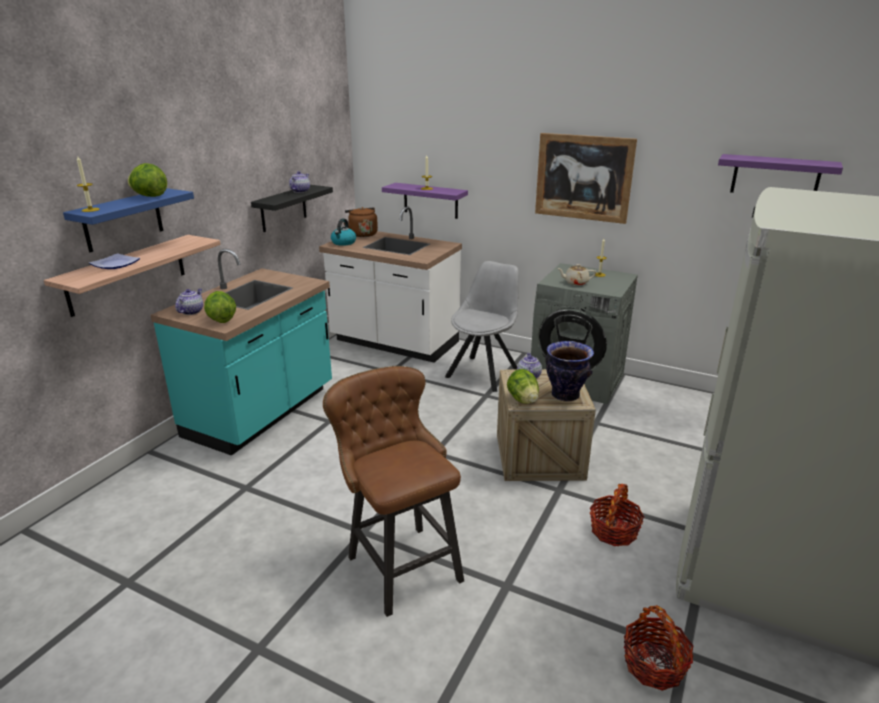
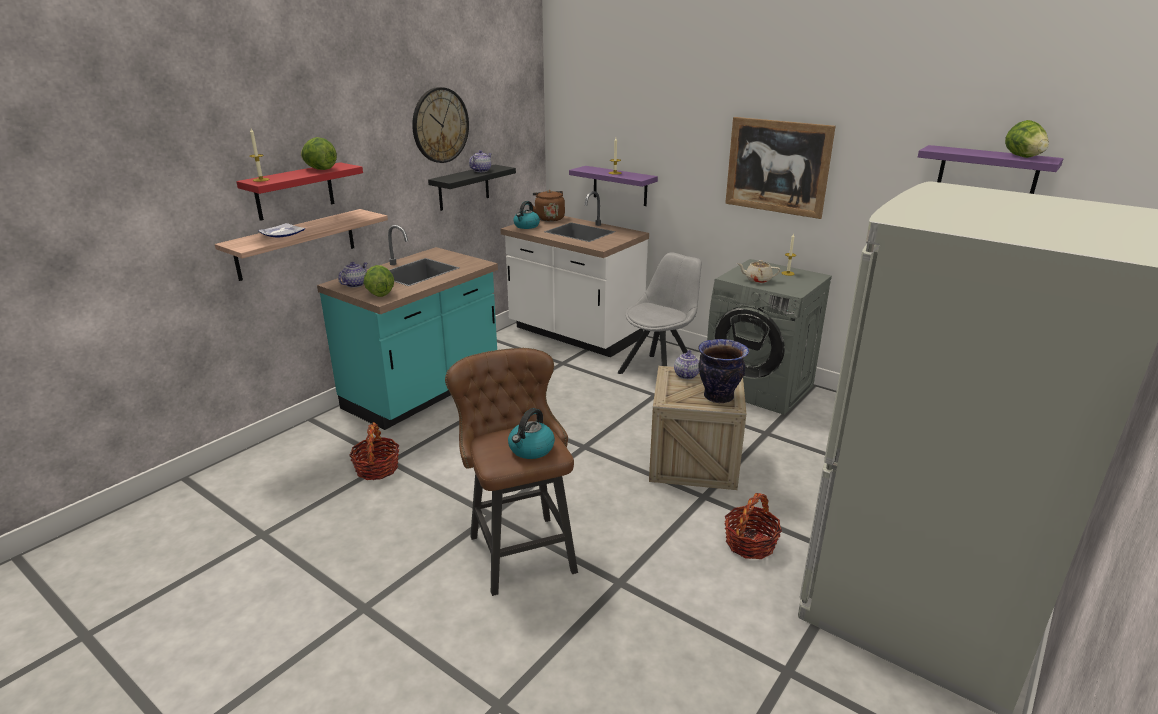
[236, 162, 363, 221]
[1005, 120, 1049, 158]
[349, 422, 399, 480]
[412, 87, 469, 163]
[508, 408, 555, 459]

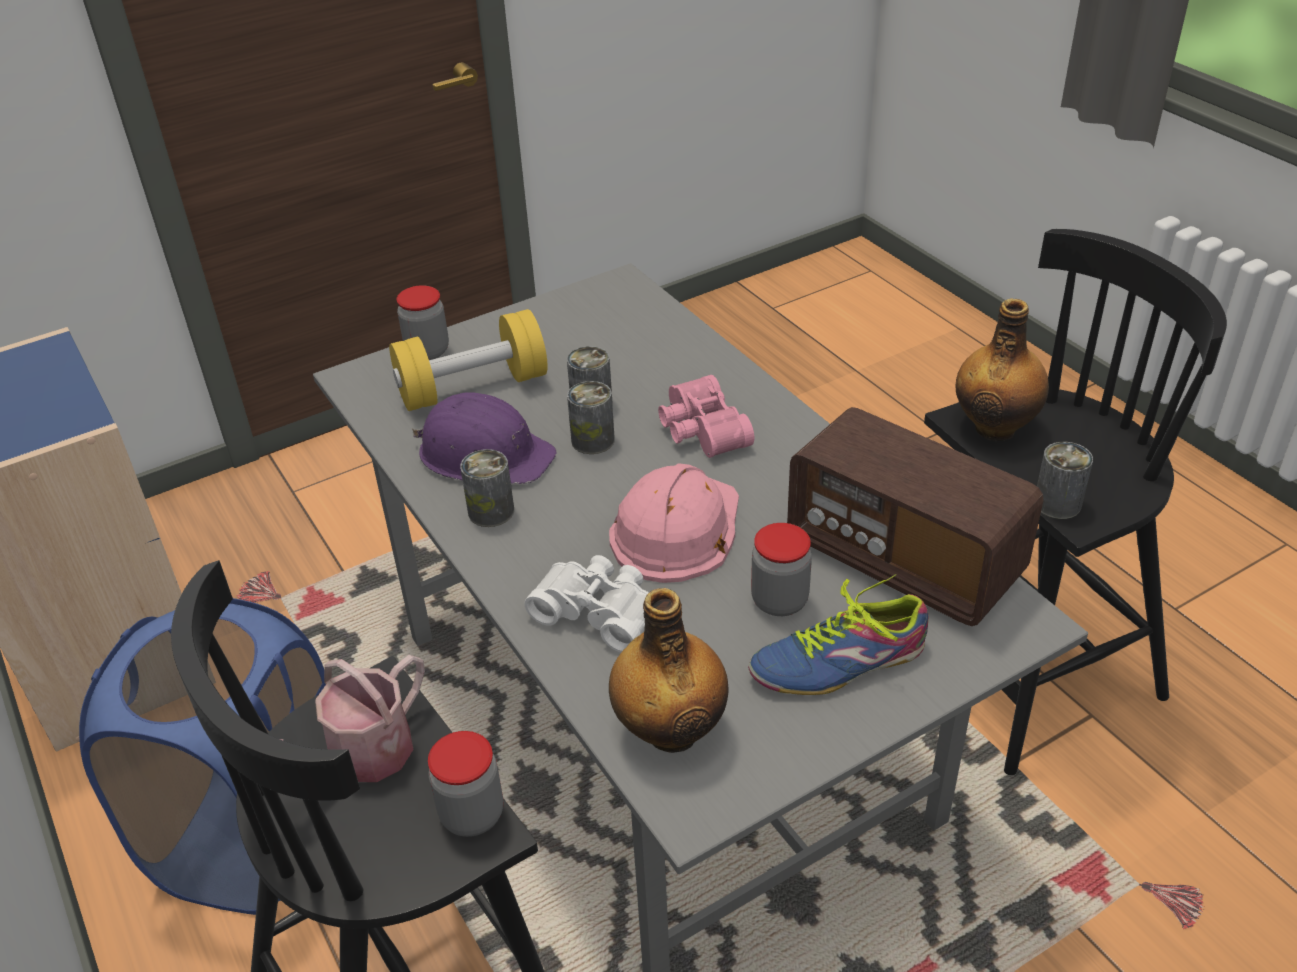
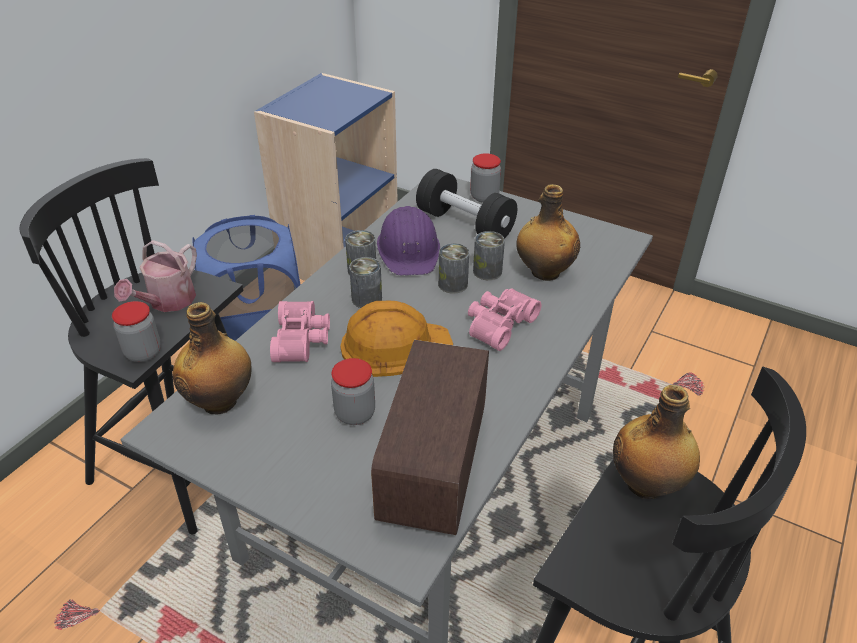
[114, 240, 197, 312]
[416, 169, 517, 239]
[270, 301, 330, 362]
[340, 301, 453, 377]
[748, 574, 928, 695] (first image)
[349, 257, 382, 308]
[516, 184, 580, 281]

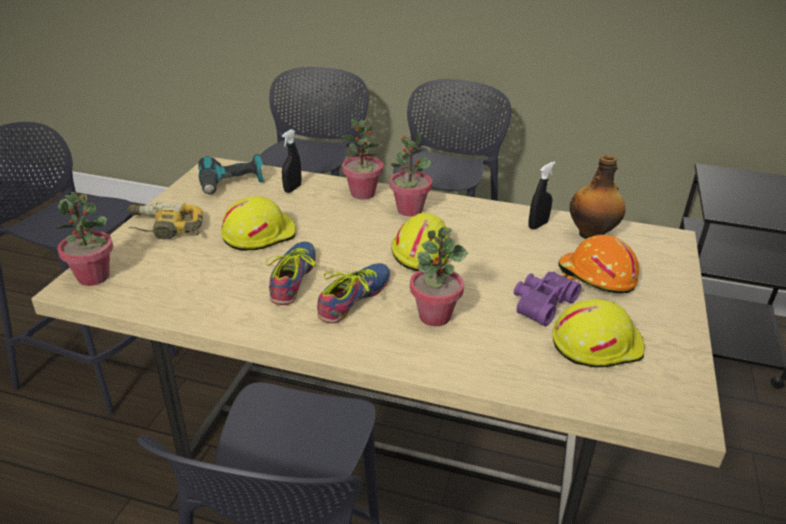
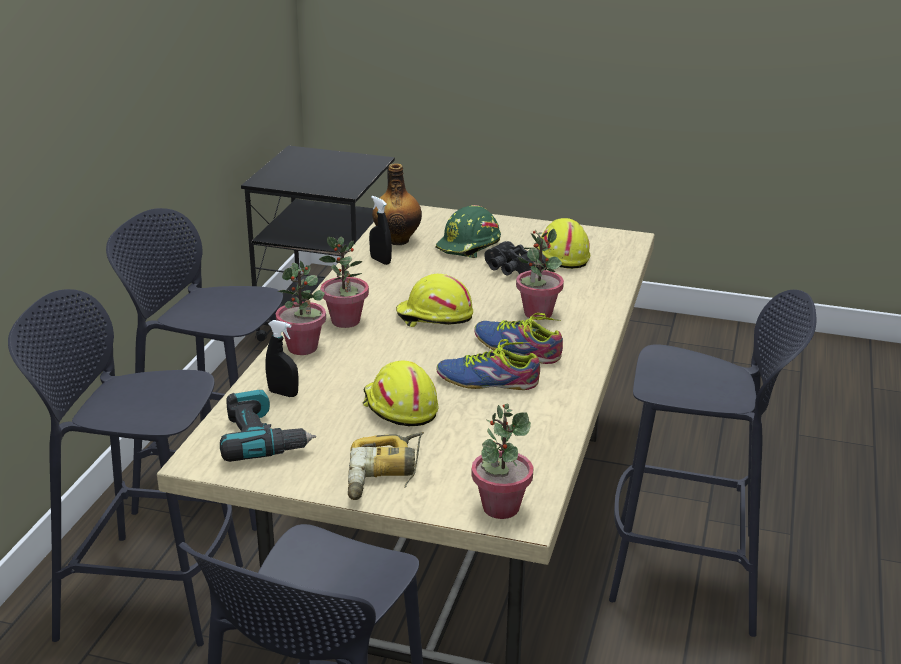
[484, 241, 546, 275]
[435, 205, 501, 258]

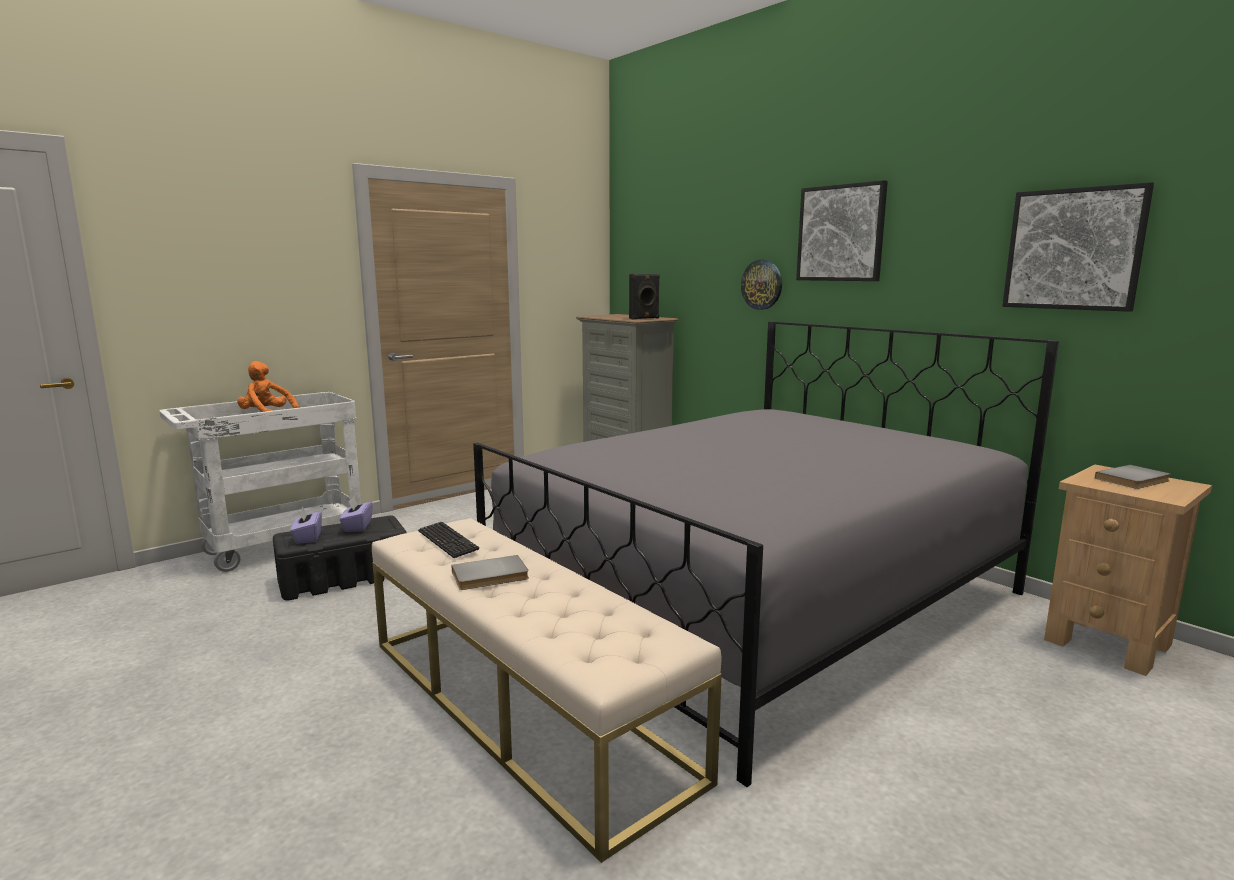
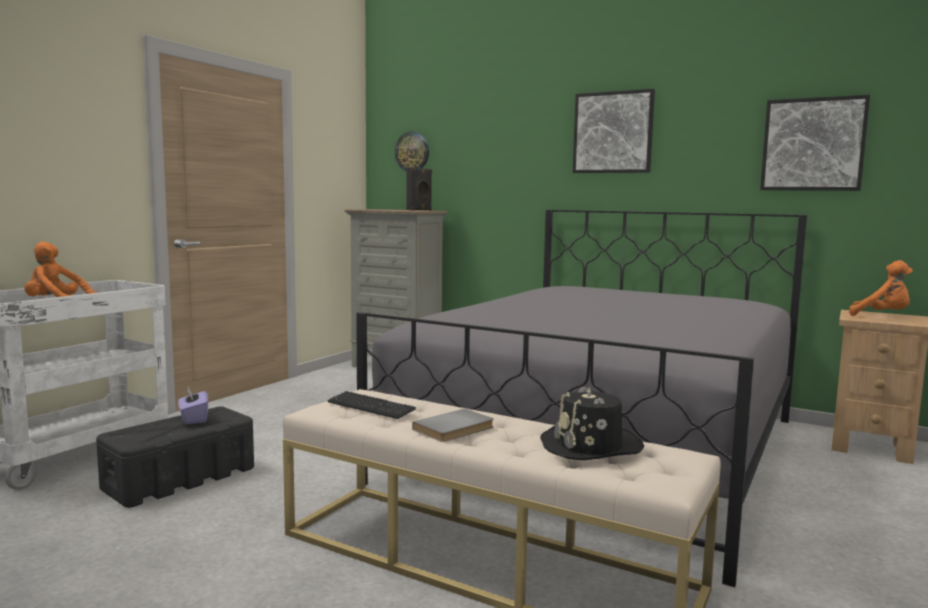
[290, 507, 322, 544] (first image)
[395, 131, 429, 171]
[849, 260, 913, 316]
[540, 386, 644, 460]

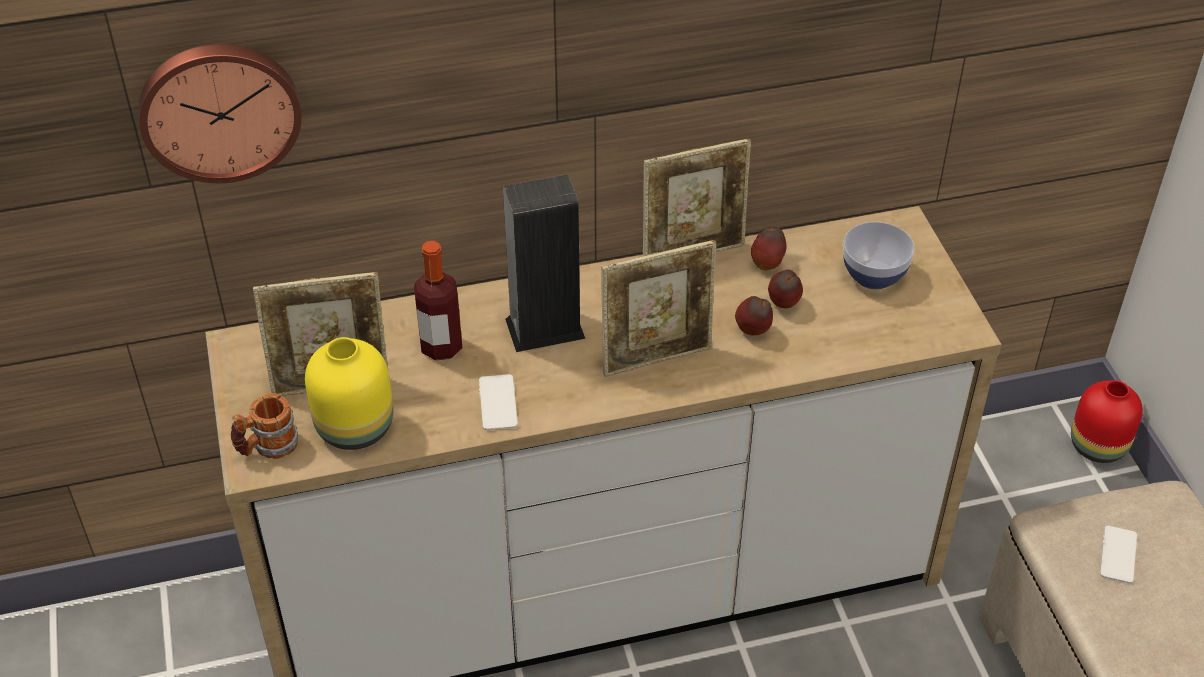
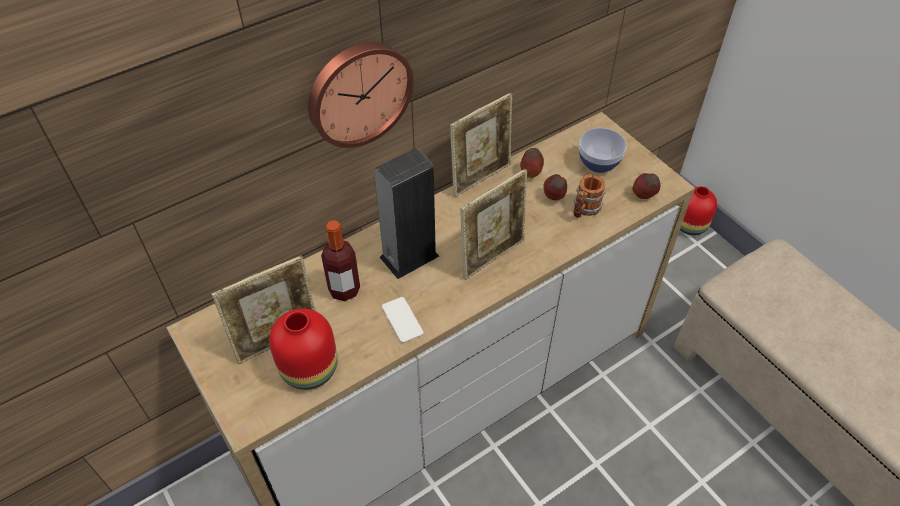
[308, 42, 414, 148]
[573, 174, 606, 218]
[269, 308, 338, 390]
[632, 173, 660, 199]
[1100, 526, 1137, 583] (first image)

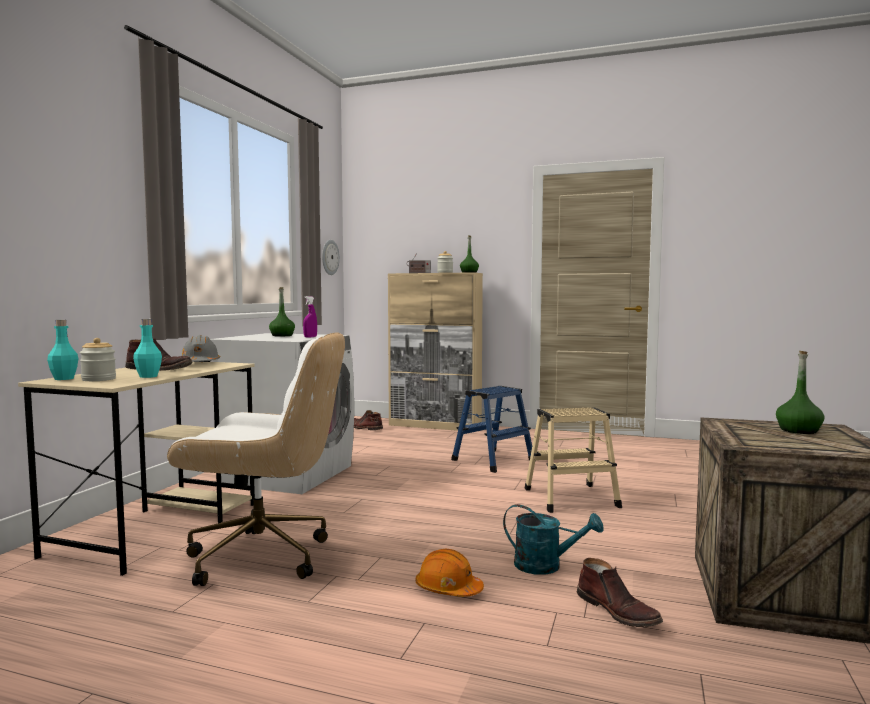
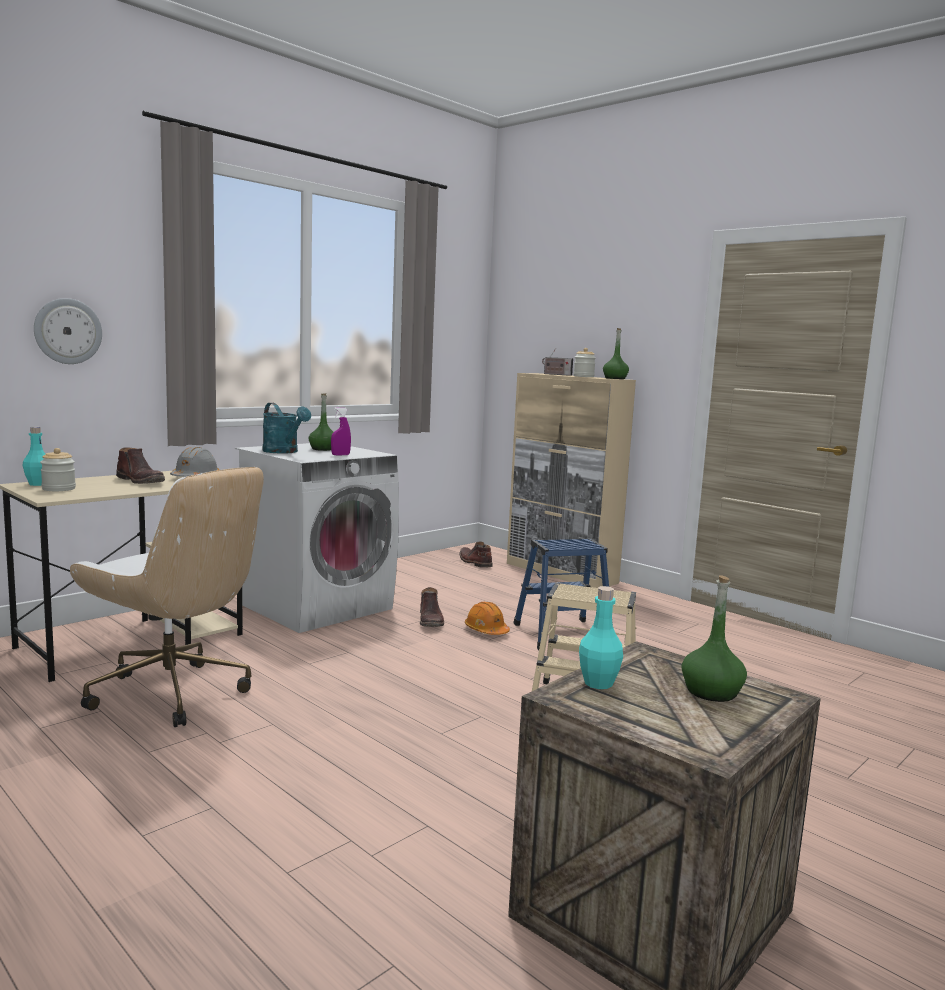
[579, 586, 623, 689]
[34, 298, 102, 364]
[465, 602, 510, 635]
[262, 403, 311, 453]
[420, 587, 444, 627]

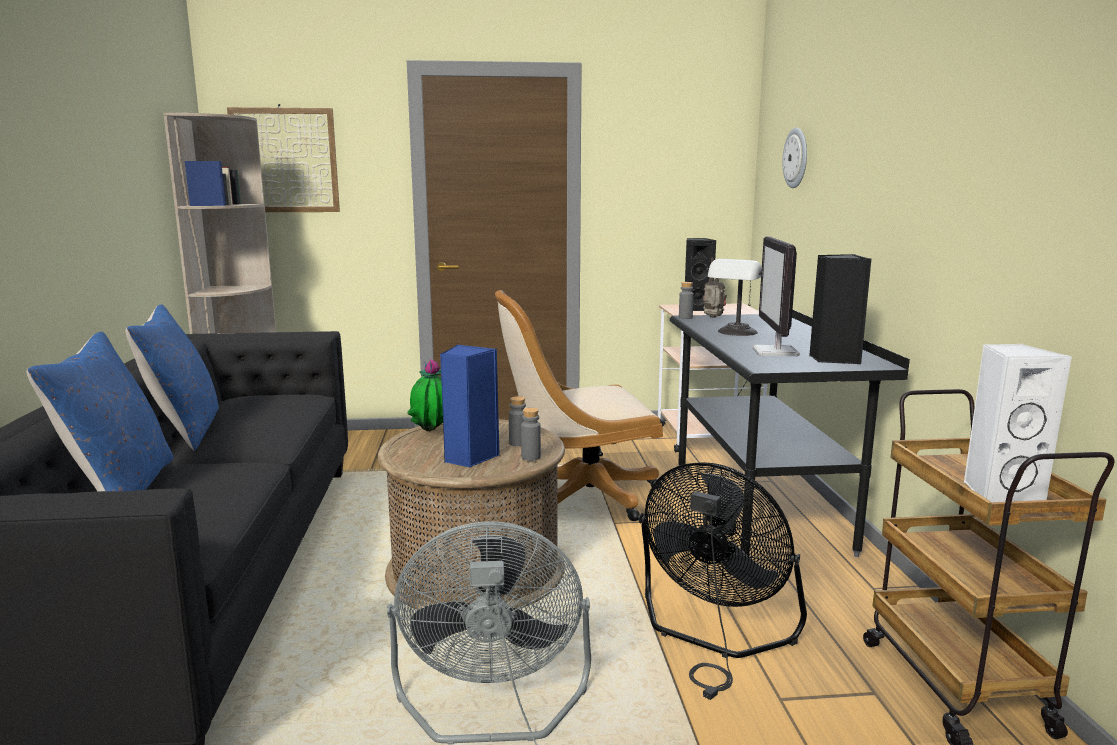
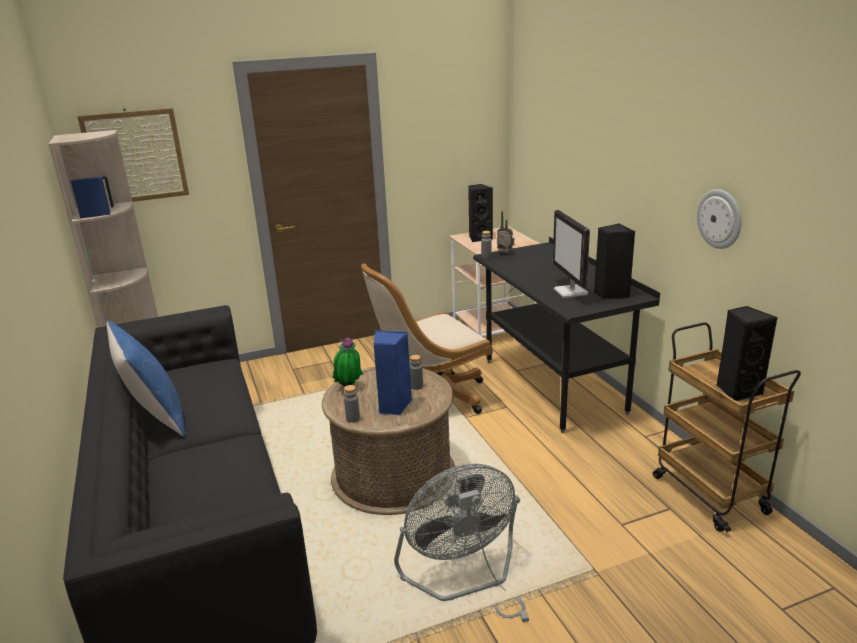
[26, 332, 173, 491] (first image)
[344, 385, 360, 423]
[638, 462, 807, 700] (first image)
[706, 259, 762, 336] (first image)
[697, 189, 741, 249]
[717, 306, 778, 401]

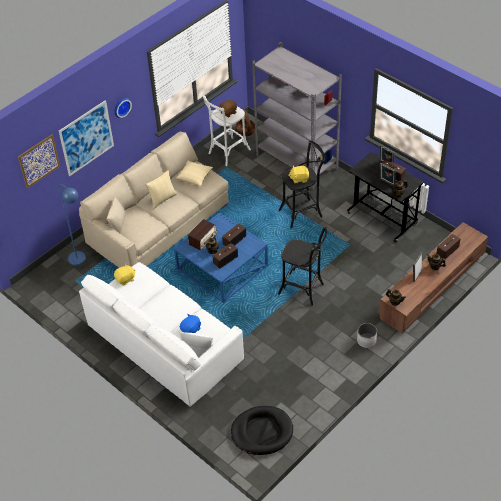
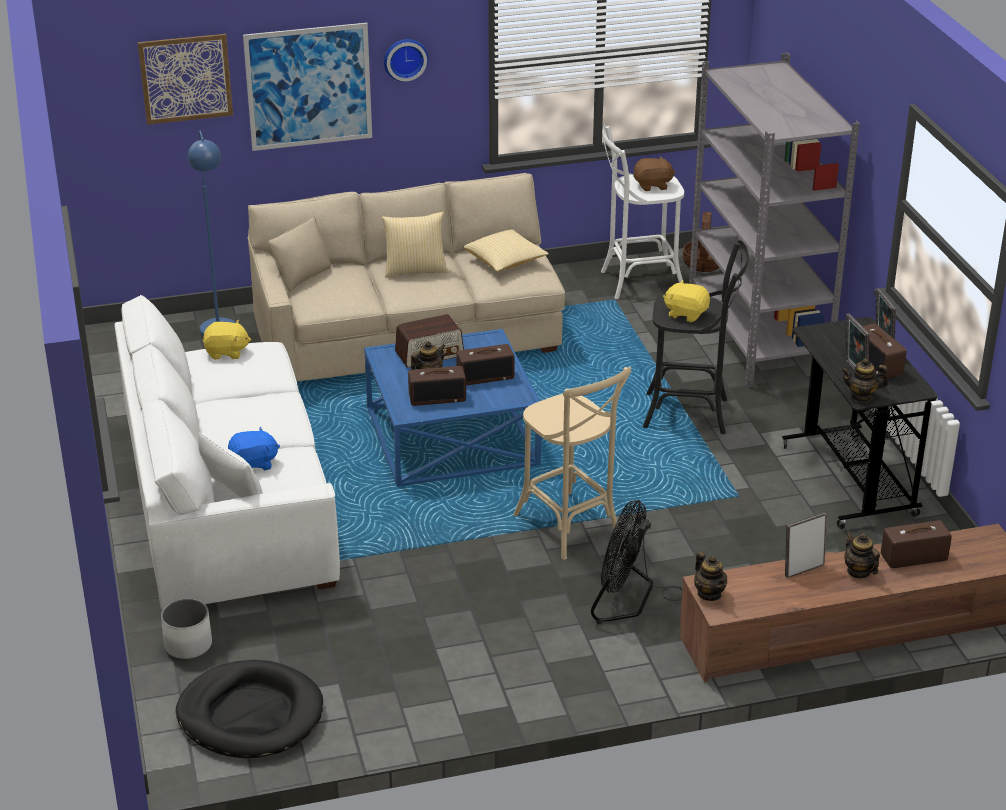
[513, 367, 631, 560]
[161, 599, 212, 659]
[591, 500, 683, 624]

